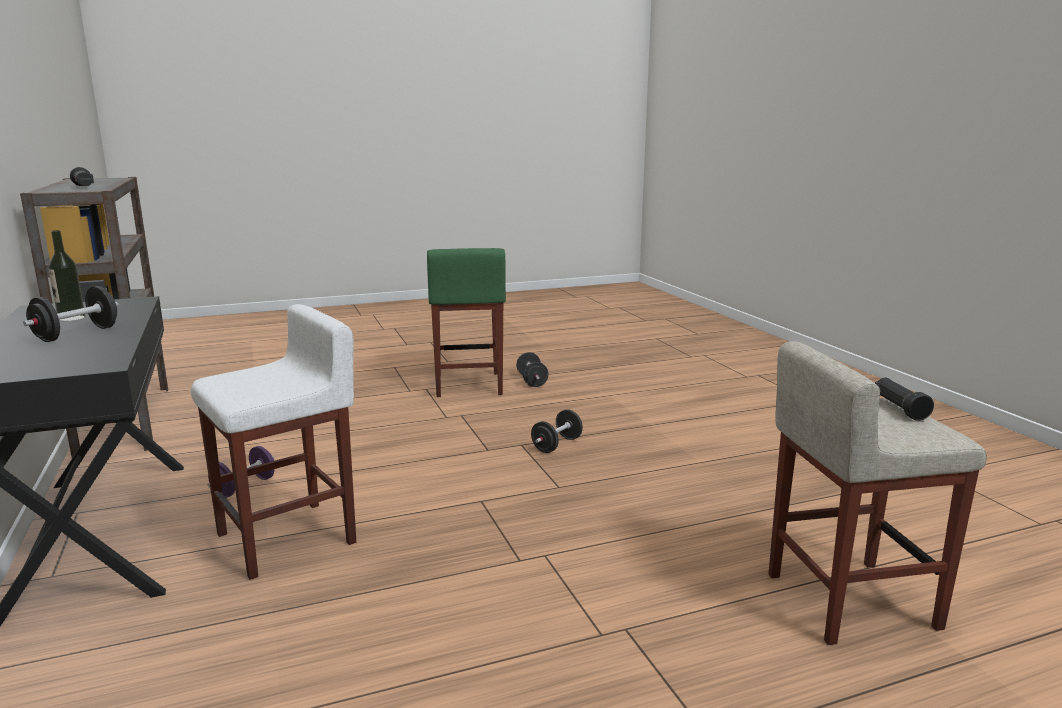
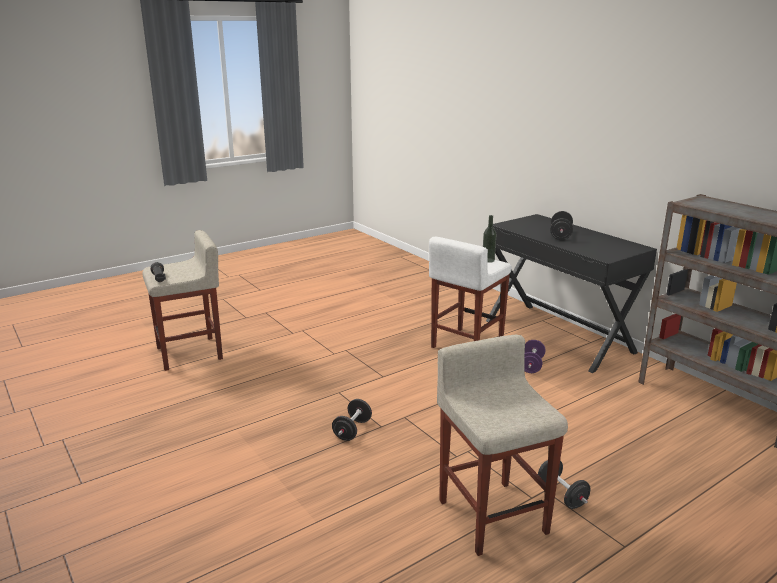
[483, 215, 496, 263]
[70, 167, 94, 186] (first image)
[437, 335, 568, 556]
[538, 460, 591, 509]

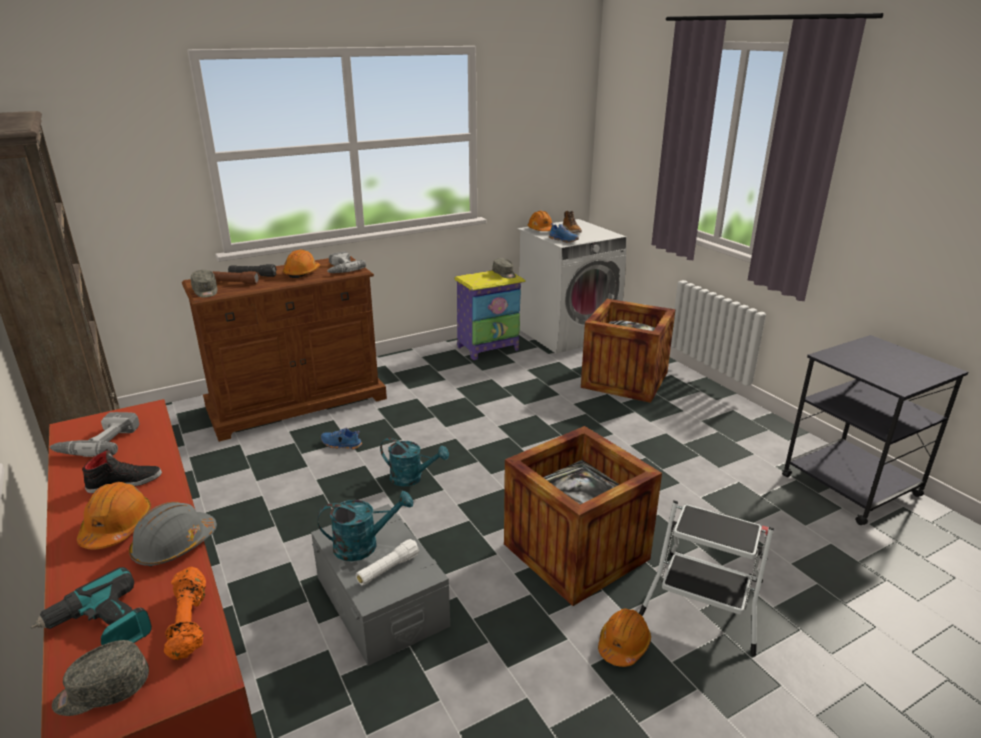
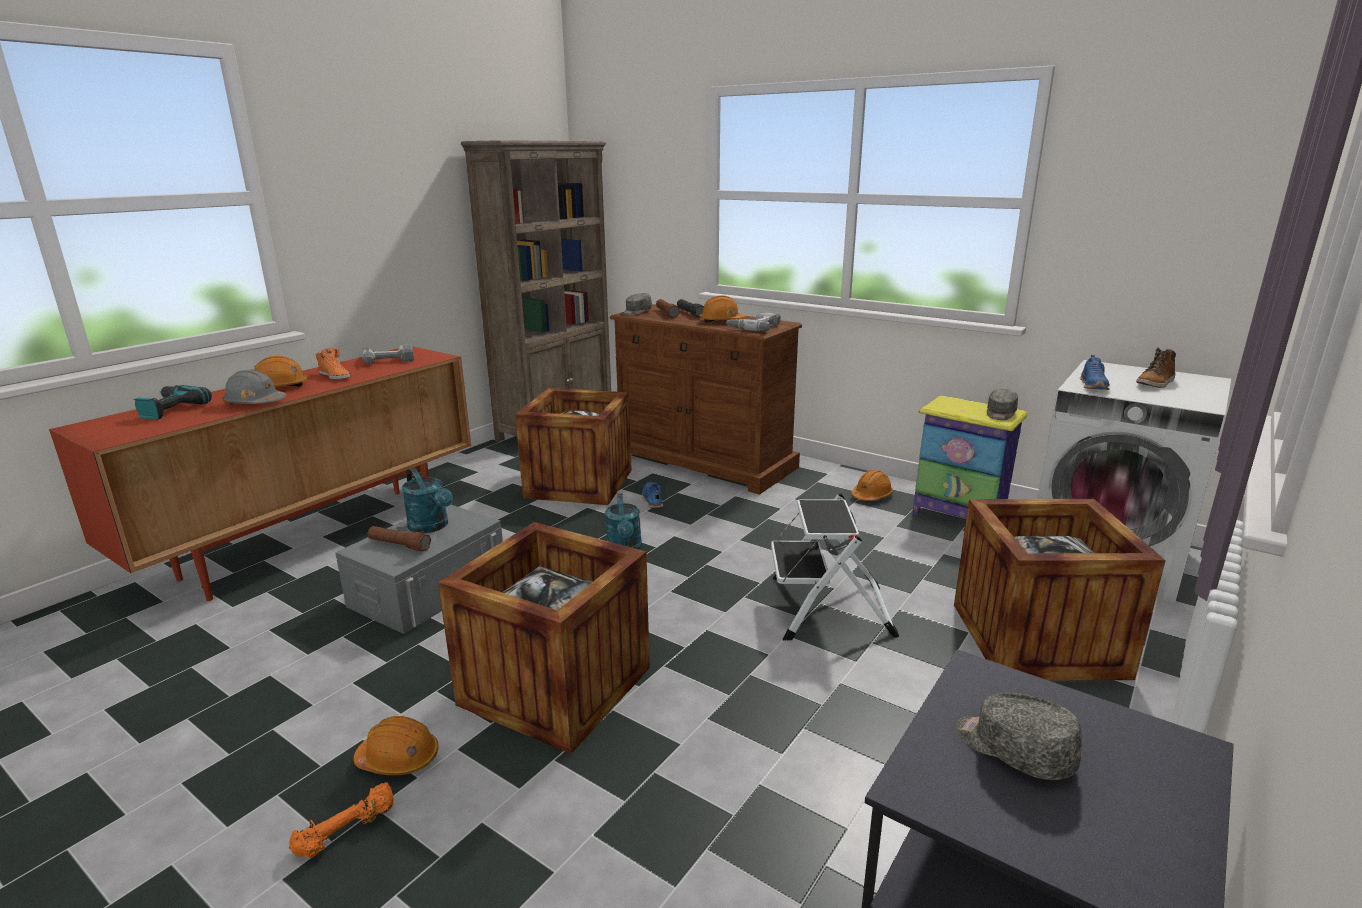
[956, 693, 1082, 780]
[316, 348, 350, 380]
[289, 782, 394, 858]
[368, 526, 431, 552]
[851, 470, 893, 501]
[771, 493, 899, 641]
[515, 388, 632, 505]

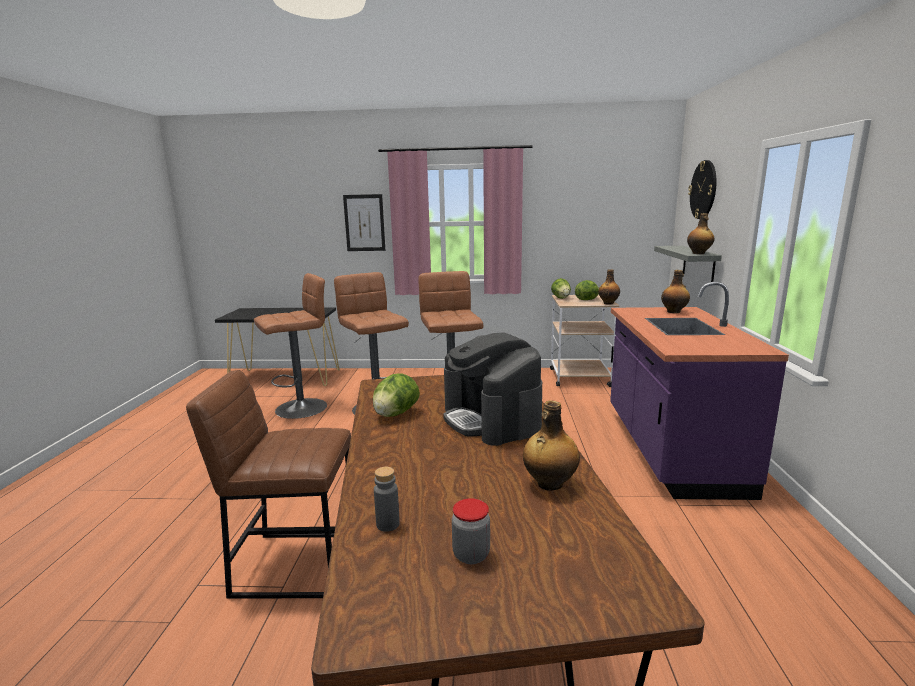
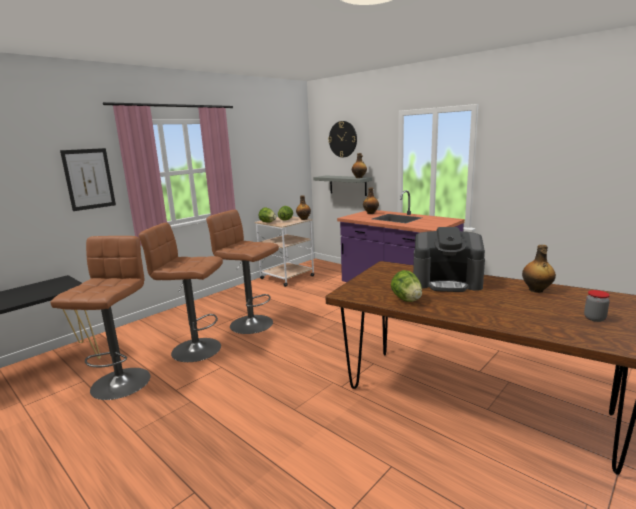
[186, 370, 351, 599] (first image)
[374, 467, 400, 532] (first image)

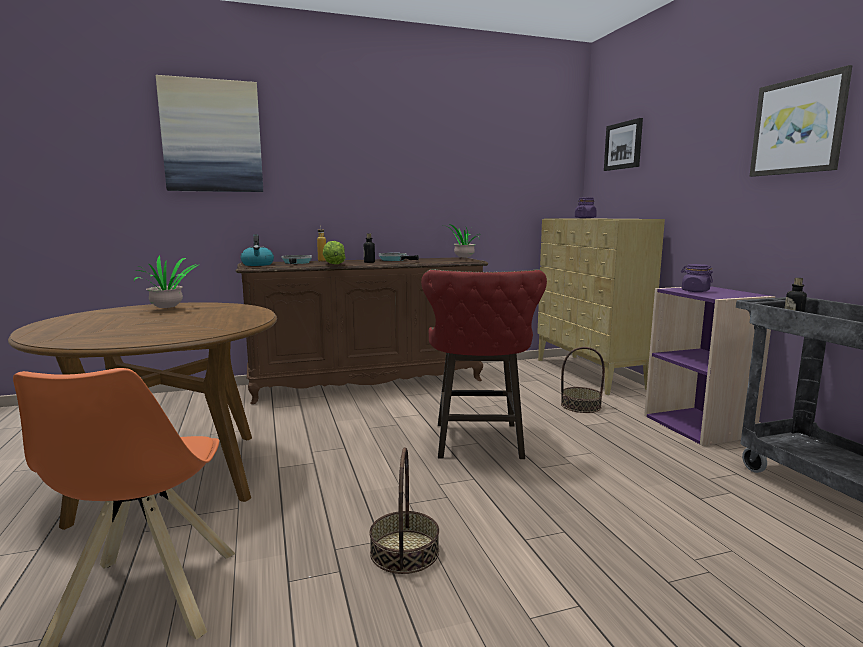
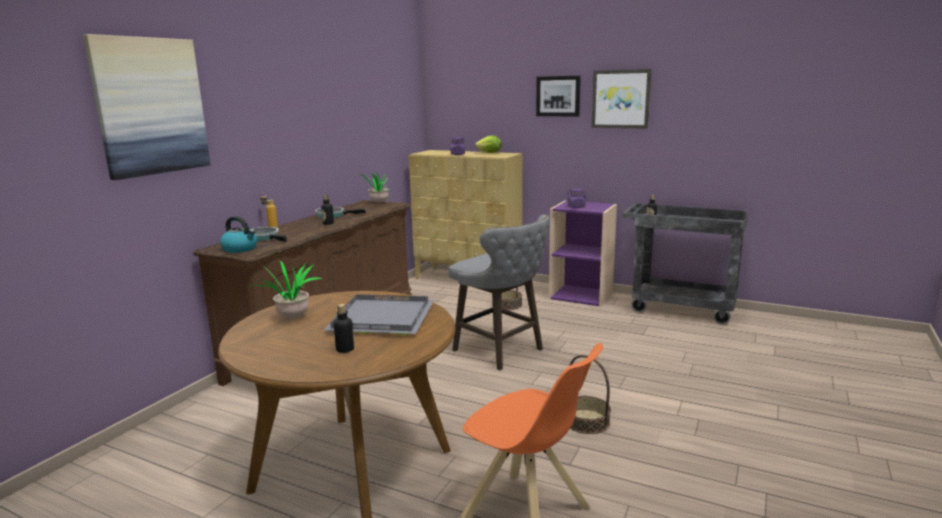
[475, 135, 502, 153]
[448, 214, 550, 371]
[536, 76, 581, 116]
[323, 295, 434, 335]
[334, 304, 354, 353]

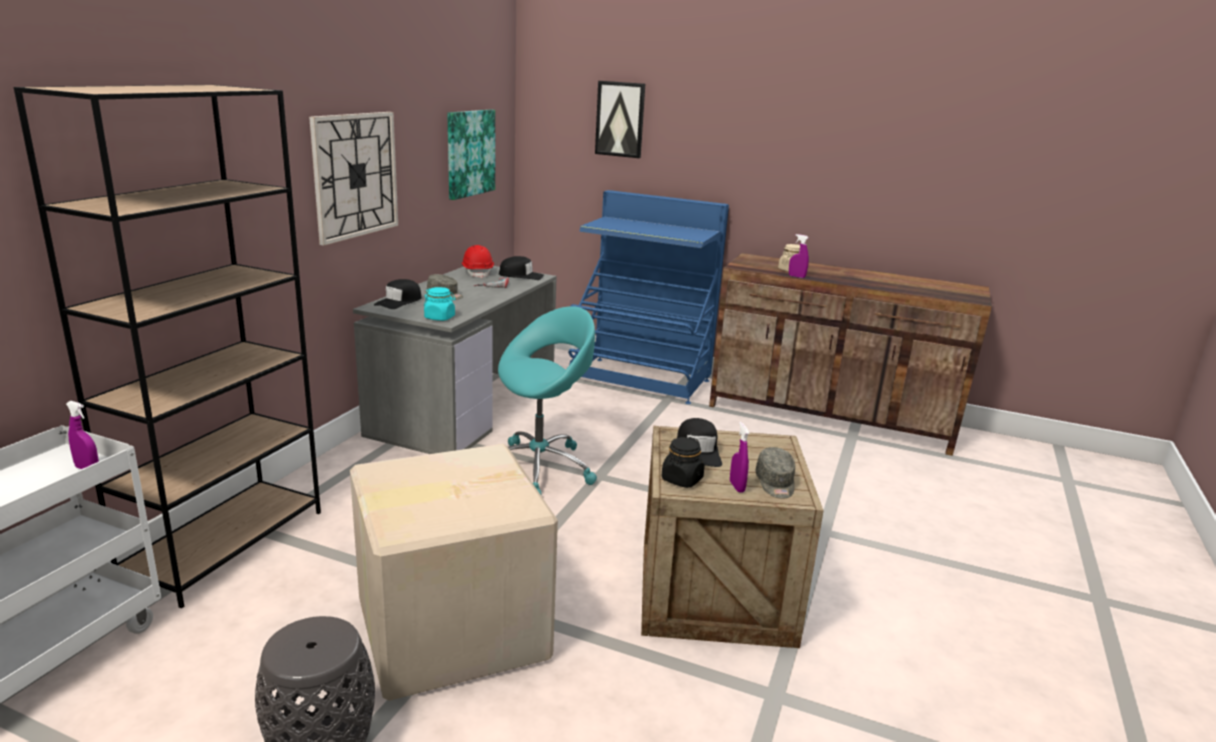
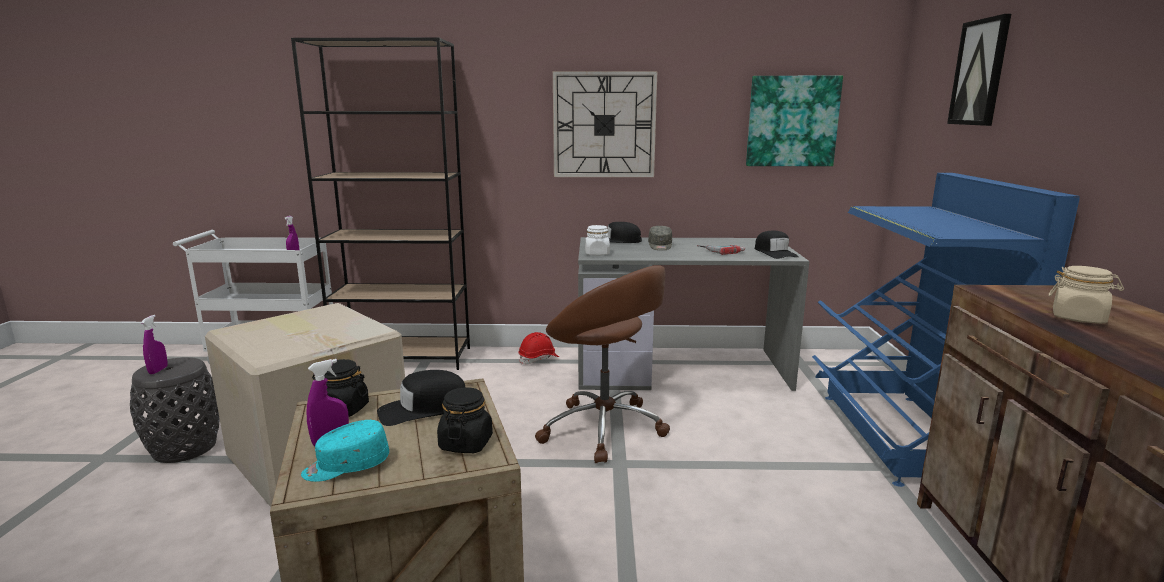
[585, 225, 610, 256]
[518, 332, 559, 365]
[535, 265, 670, 463]
[301, 420, 389, 482]
[141, 315, 168, 374]
[437, 387, 493, 453]

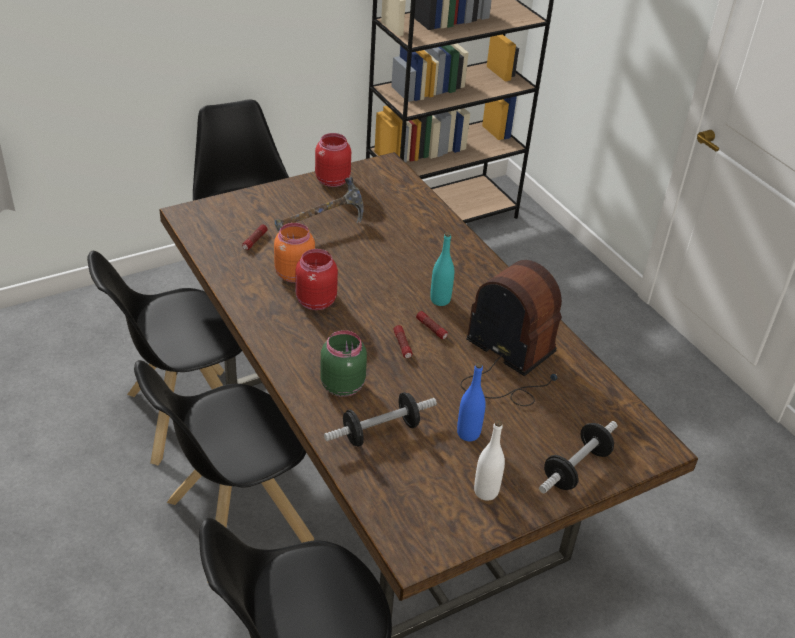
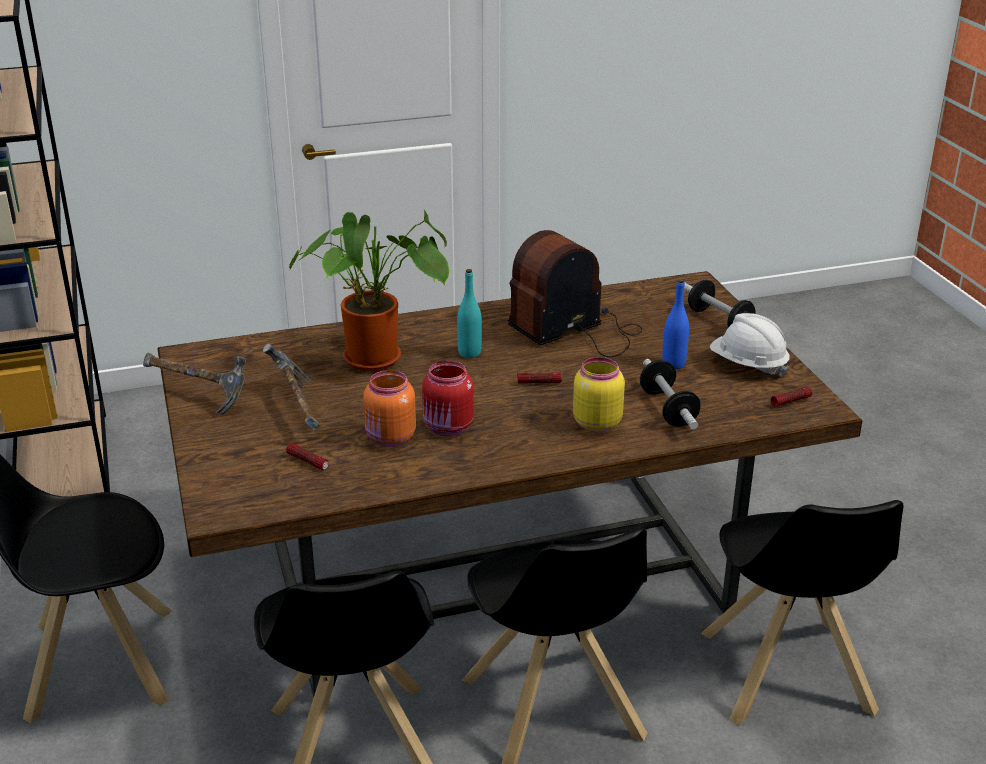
[143, 353, 247, 415]
[573, 357, 625, 432]
[771, 387, 812, 407]
[710, 313, 790, 376]
[289, 210, 449, 371]

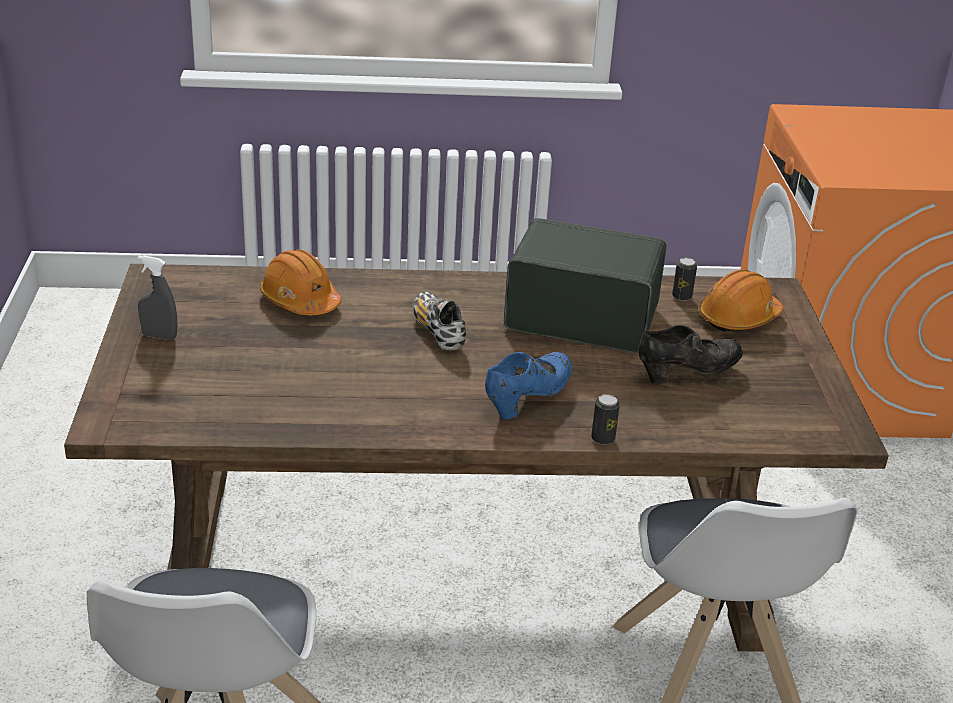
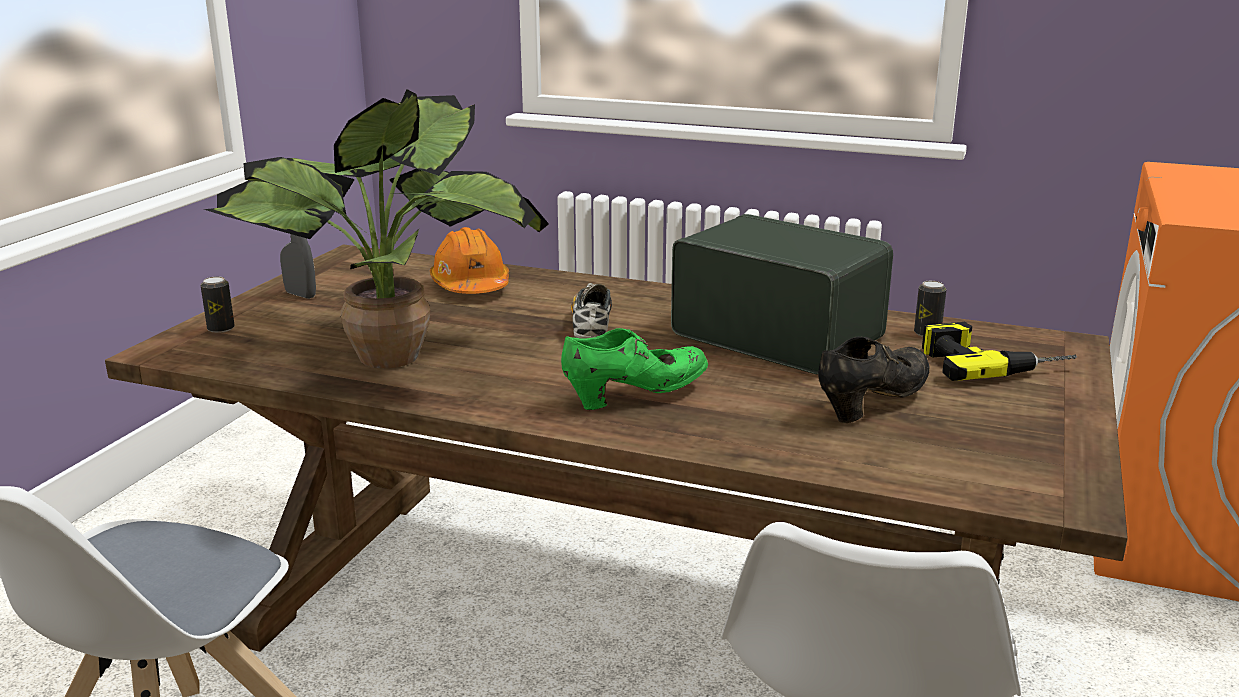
[561, 328, 708, 410]
[201, 276, 235, 333]
[818, 336, 930, 423]
[922, 322, 1077, 381]
[204, 89, 549, 369]

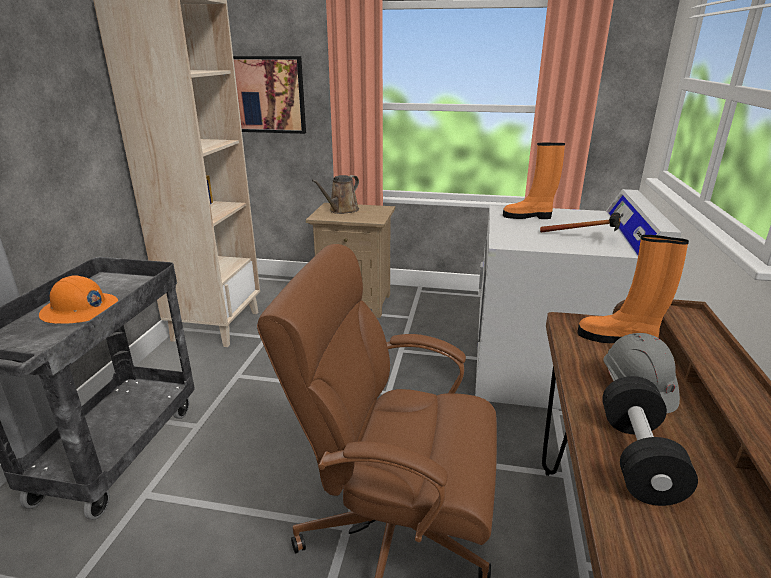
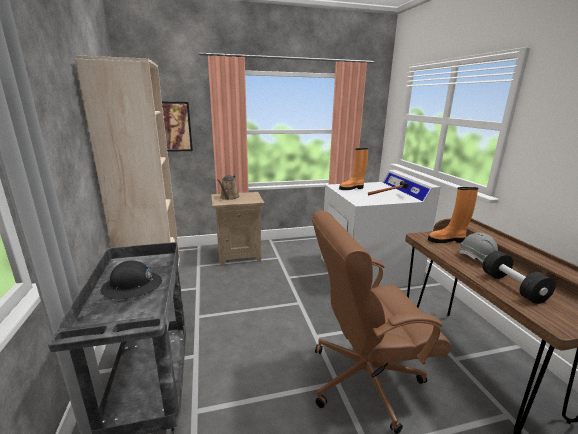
[101, 260, 162, 299]

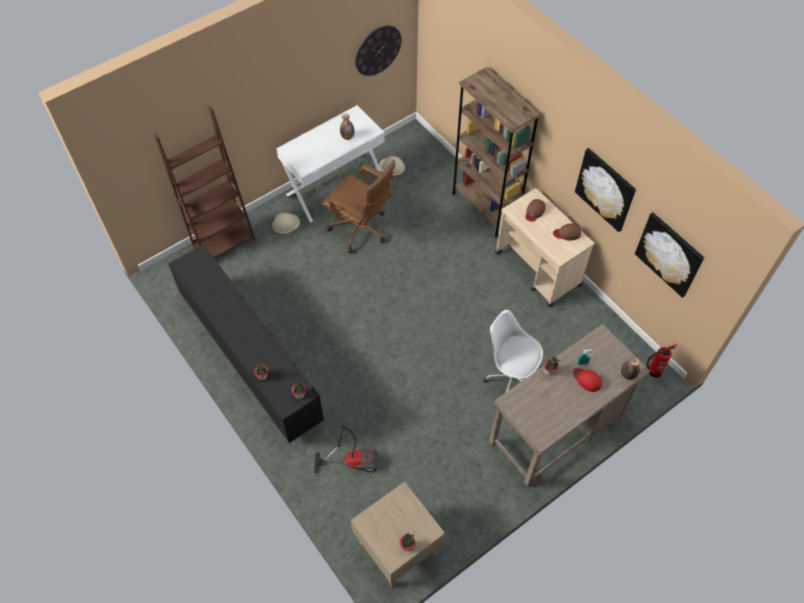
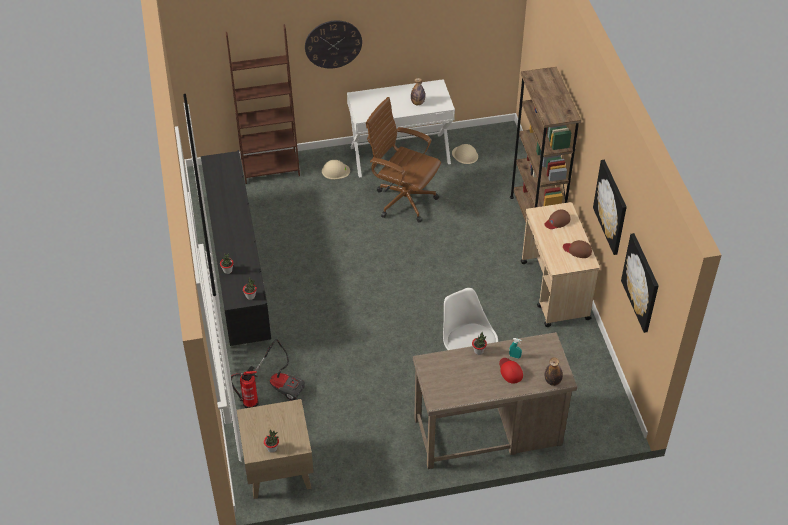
[366, 97, 441, 223]
[305, 20, 362, 68]
[231, 371, 259, 408]

